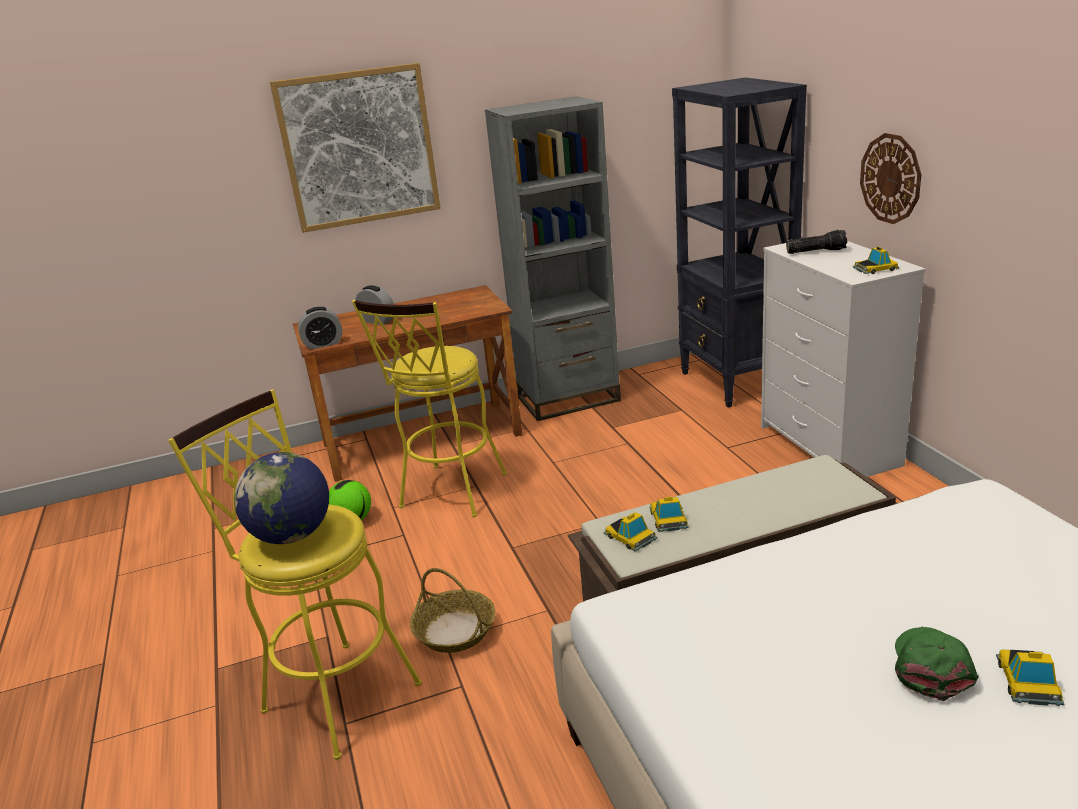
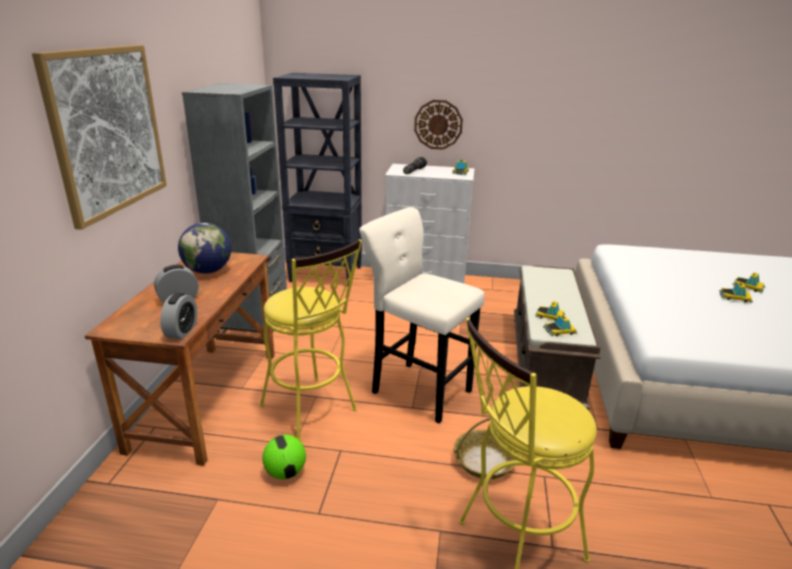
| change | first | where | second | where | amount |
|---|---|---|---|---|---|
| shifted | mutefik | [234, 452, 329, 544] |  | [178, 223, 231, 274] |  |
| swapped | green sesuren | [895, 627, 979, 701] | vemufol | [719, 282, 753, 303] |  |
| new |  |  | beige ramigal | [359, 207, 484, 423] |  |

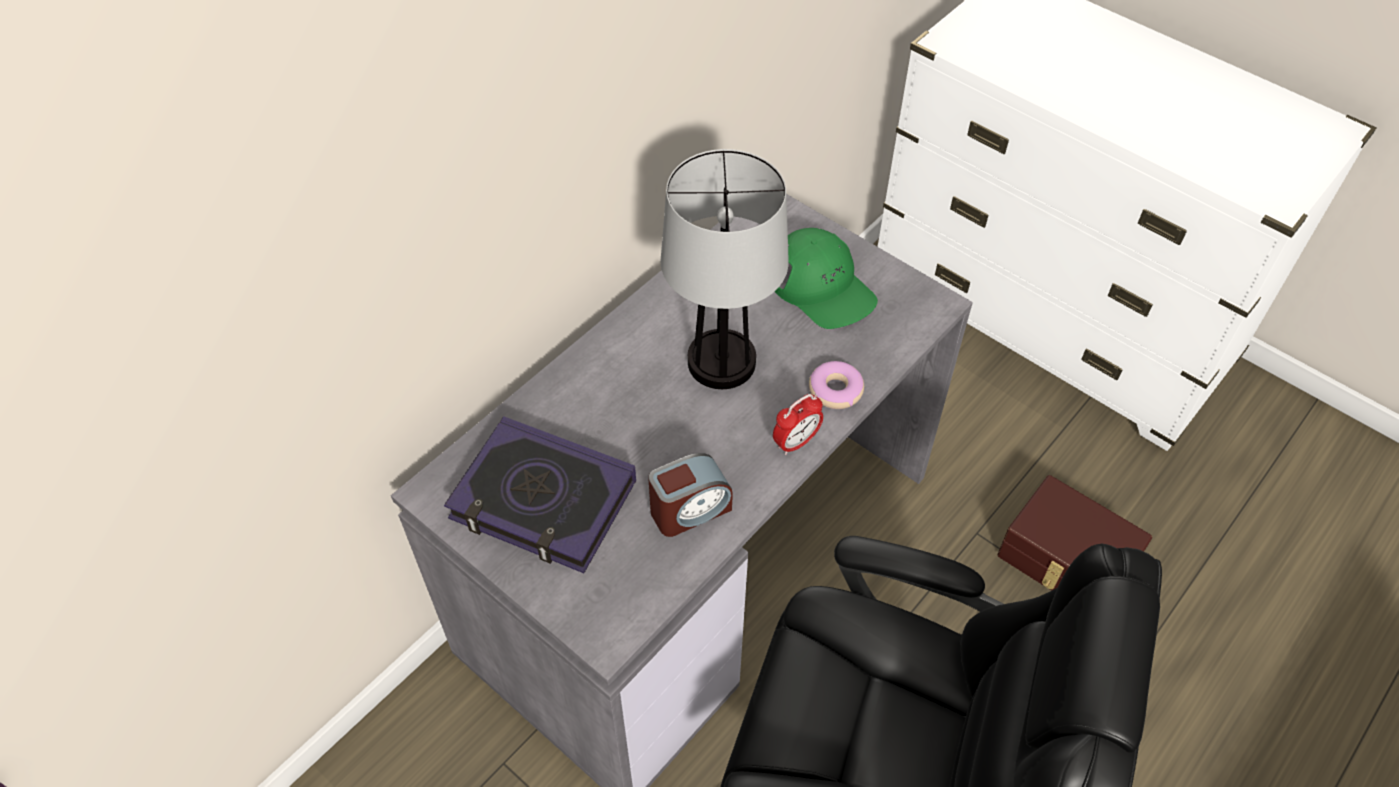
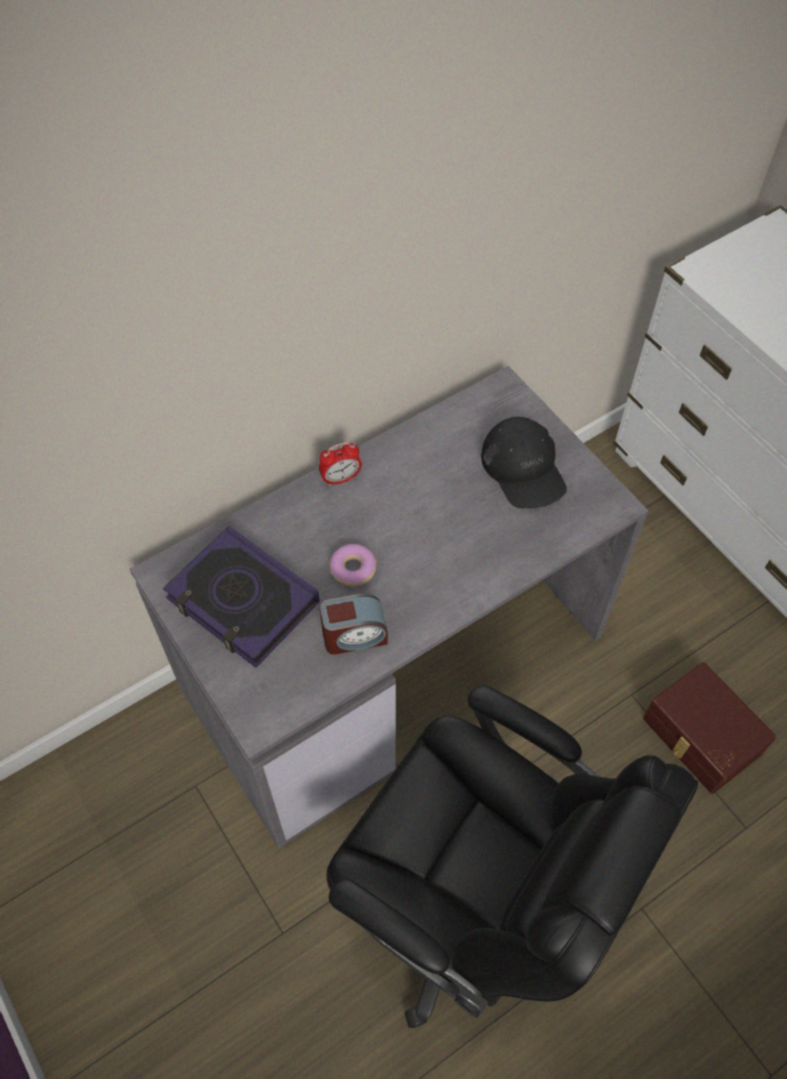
| change | first | where | second | where | amount |
|---|---|---|---|---|---|
| gone | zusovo | [660, 149, 789, 389] |  |  |  |
| repainted | green sesuren | [775, 228, 878, 329] | black sesuren | [481, 417, 567, 509] |  |
| shifted | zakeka | [809, 361, 864, 409] |  | [330, 544, 377, 587] |  |
| shifted | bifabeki | [773, 394, 823, 455] |  | [319, 442, 362, 486] |  |

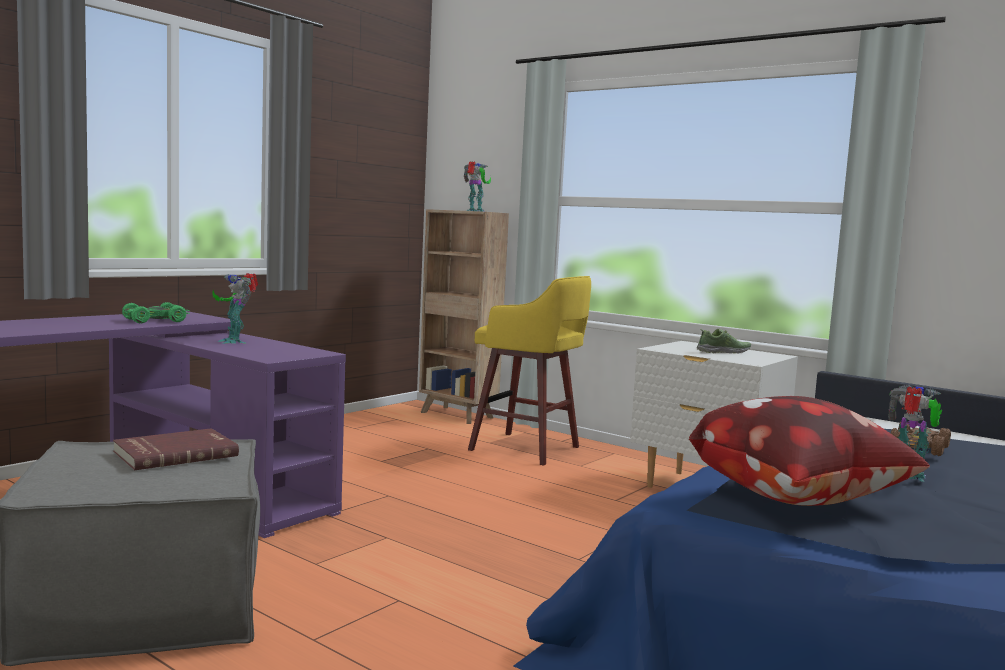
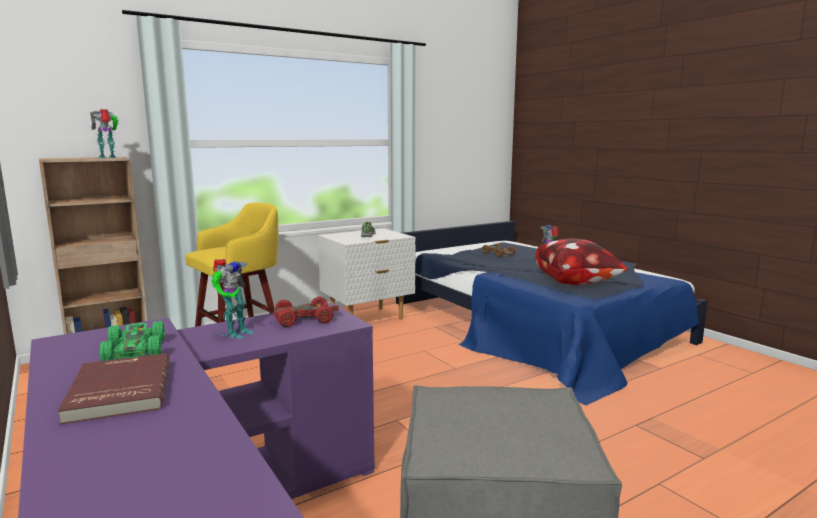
| change | first | where | second | where | amount |
|---|---|---|---|---|---|
| rotated | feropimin | [212, 273, 258, 344] |  | [211, 259, 255, 339] | 45 degrees counterclockwise |
| shifted | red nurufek | [113, 428, 239, 470] |  | [57, 353, 170, 425] |  |
| new |  |  | red vemufol | [274, 297, 339, 327] |  |

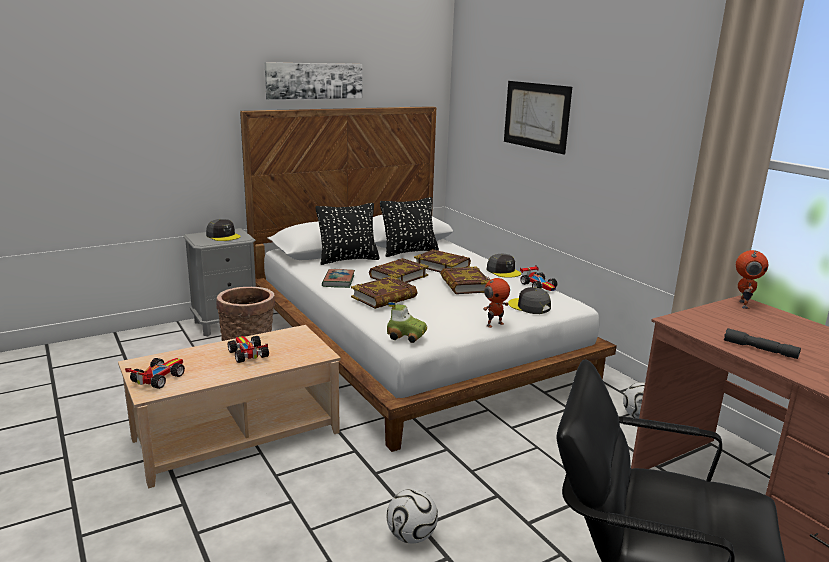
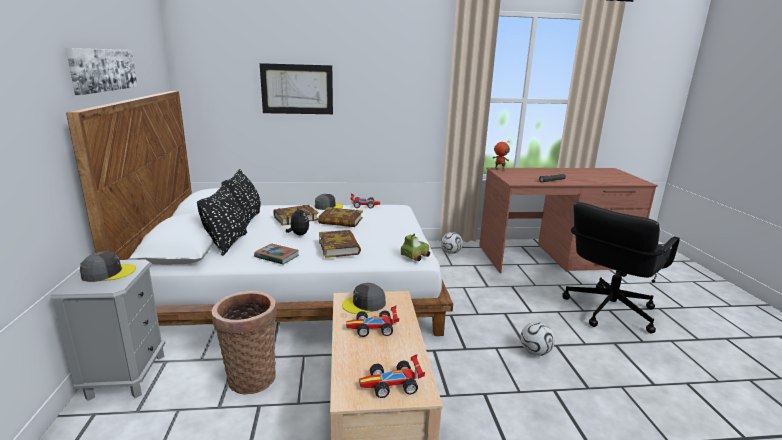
| change | first | where | second | where | amount |
|---|---|---|---|---|---|
| swapped | nurufek | [369, 258, 429, 283] | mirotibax | [286, 207, 309, 235] |  |
| gone | feropimin | [483, 276, 510, 328] |  |  |  |
| shifted | grey sesuren | [508, 287, 551, 314] |  | [342, 283, 386, 314] |  |
| rotated | vemufol | [125, 358, 185, 389] |  | [359, 354, 425, 398] | 60 degrees counterclockwise |

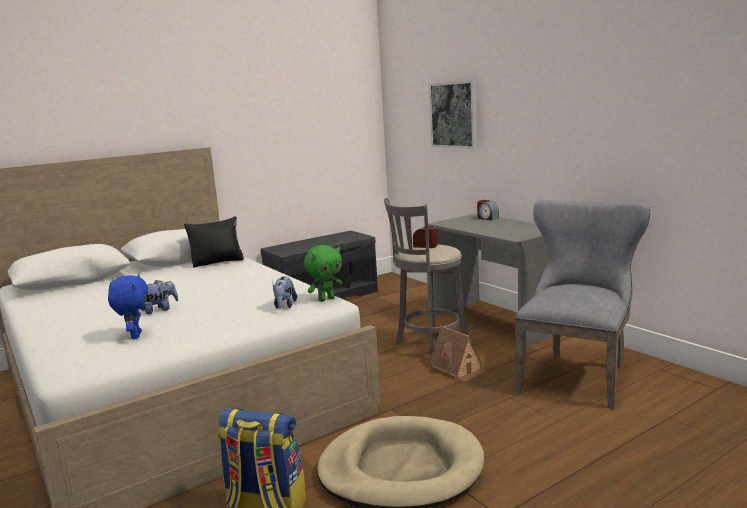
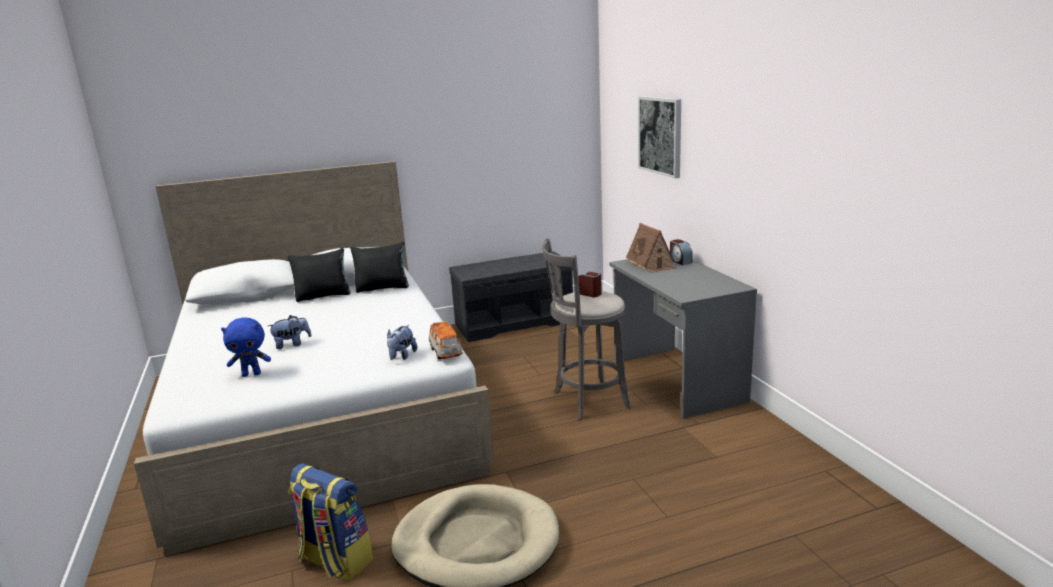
| change | first | where | second | where | amount |
|---|---|---|---|---|---|
| gone | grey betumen | [515, 200, 650, 409] |  |  |  |
| swapped | green mirotibax | [304, 245, 343, 302] | vemufol | [429, 321, 463, 359] |  |
| rotated | blue mirotibax | [108, 274, 148, 339] |  | [221, 318, 271, 377] | 75 degrees clockwise |
| shifted | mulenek | [430, 325, 486, 381] |  | [626, 223, 676, 273] |  |
| new |  |  | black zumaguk | [288, 248, 351, 302] |  |

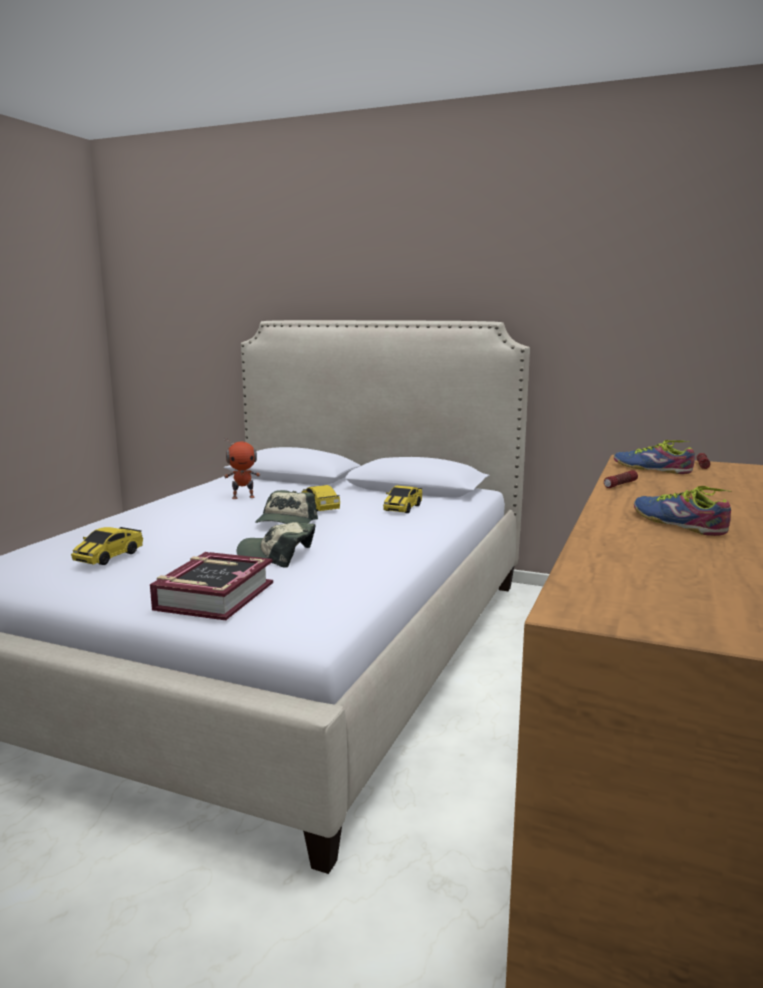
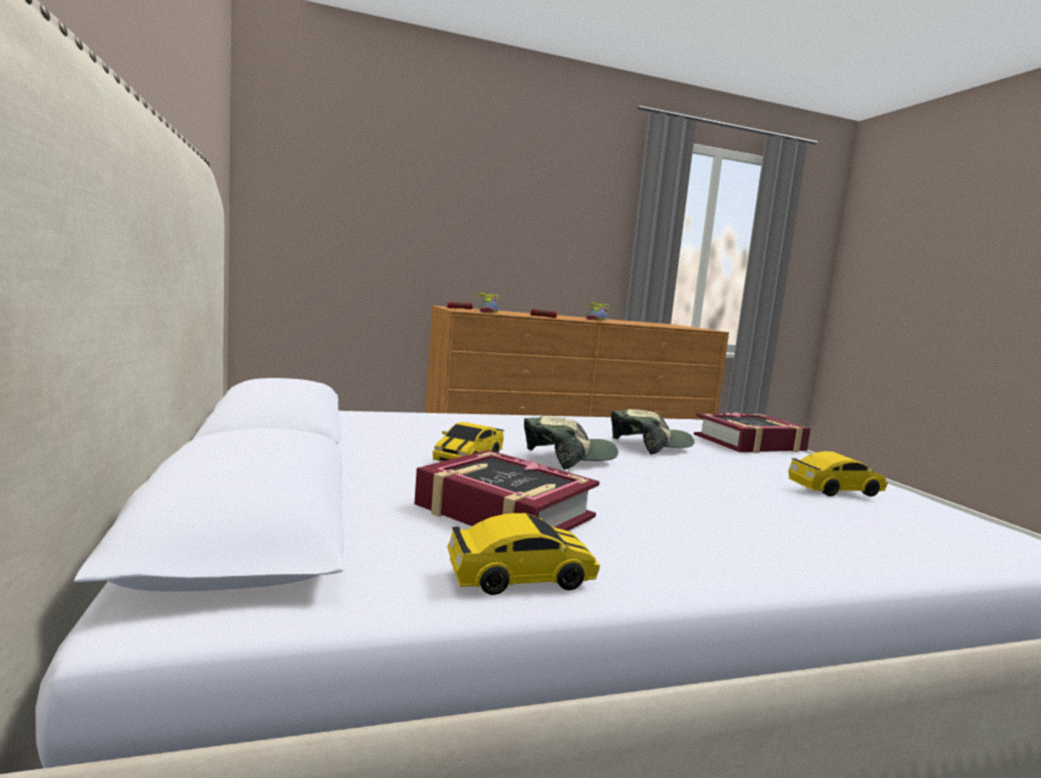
| change | first | where | second | where | amount |
|---|---|---|---|---|---|
| swapped | feropimin | [224, 437, 260, 499] | nurufek | [414, 450, 600, 531] |  |
| shifted | vemufol | [383, 486, 423, 513] |  | [447, 513, 600, 595] |  |
| rotated | sesuren | [237, 522, 315, 568] |  | [611, 409, 694, 455] | 90 degrees counterclockwise |

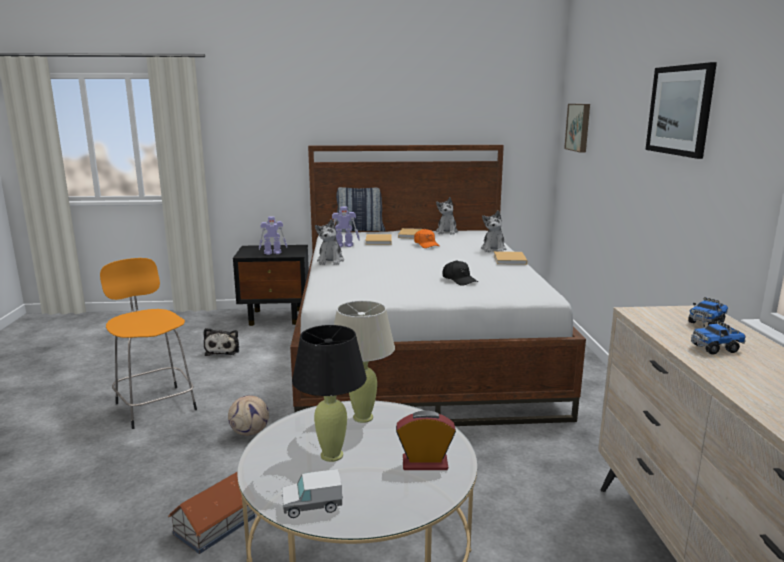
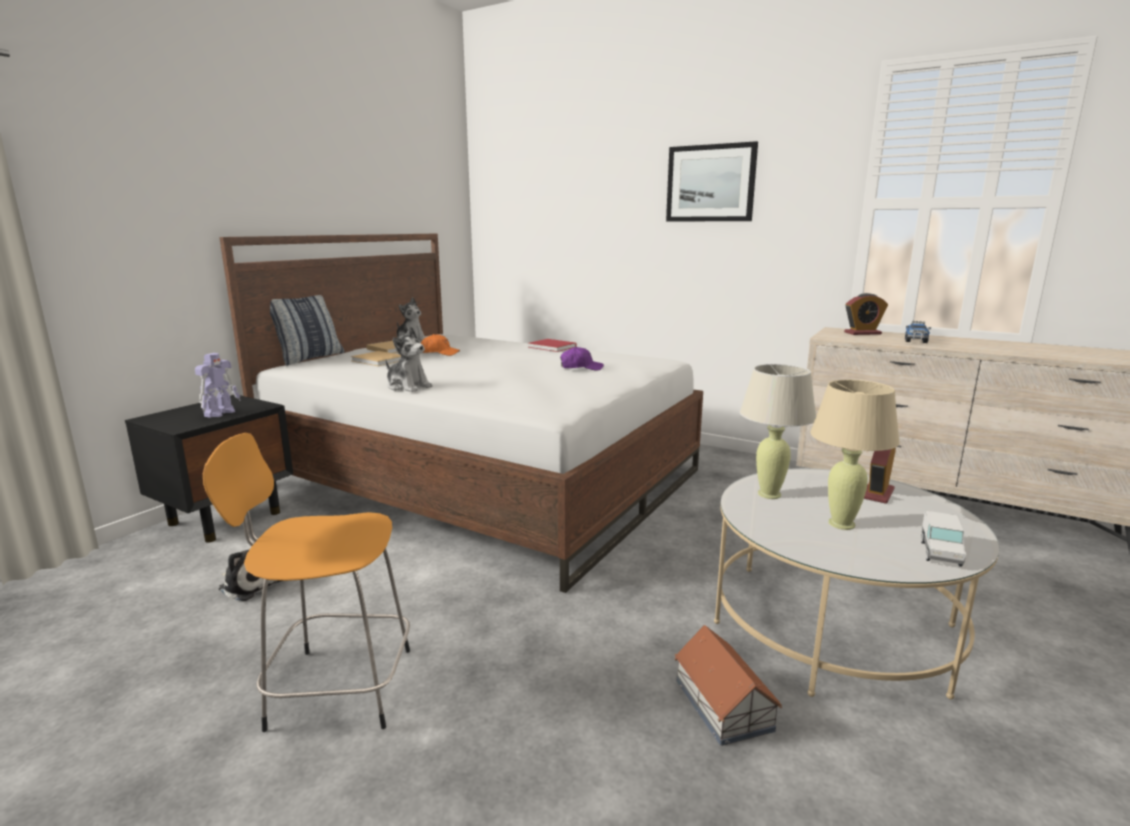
| change | first | where | second | where | amount |
|---|---|---|---|---|---|
| gone | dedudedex | [564, 104, 590, 153] |  |  |  |
| gone | feropimin | [332, 206, 360, 248] |  |  |  |
| gone | mirotibax | [481, 211, 506, 252] |  |  |  |
| repainted | beige nurufek | [494, 251, 527, 265] | red nurufek | [528, 339, 576, 352] |  |
| repainted | black sesuren | [442, 260, 478, 286] | purple sesuren | [560, 347, 604, 371] |  |
| swapped | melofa | [688, 297, 728, 325] | bifabeki | [844, 293, 888, 335] |  |
| repainted | black zusovo | [292, 325, 367, 462] | beige zusovo | [810, 380, 900, 530] |  |
| gone | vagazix | [228, 395, 269, 436] |  |  |  |

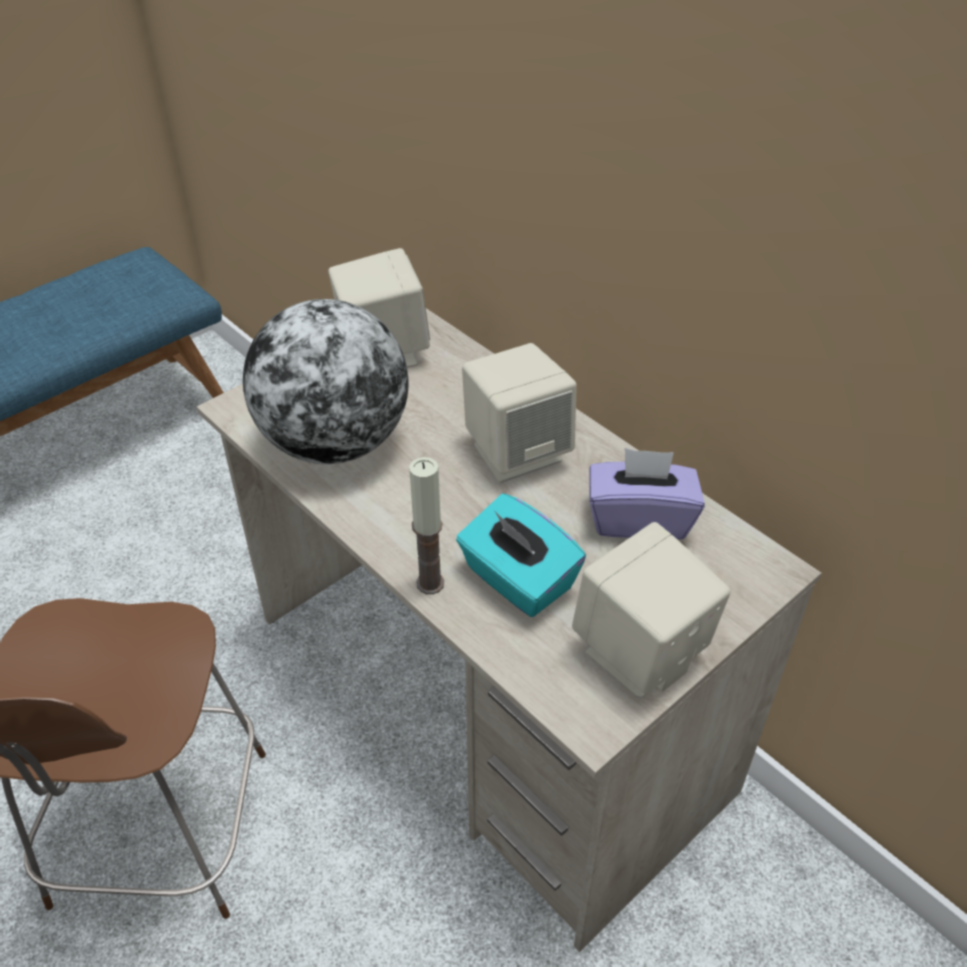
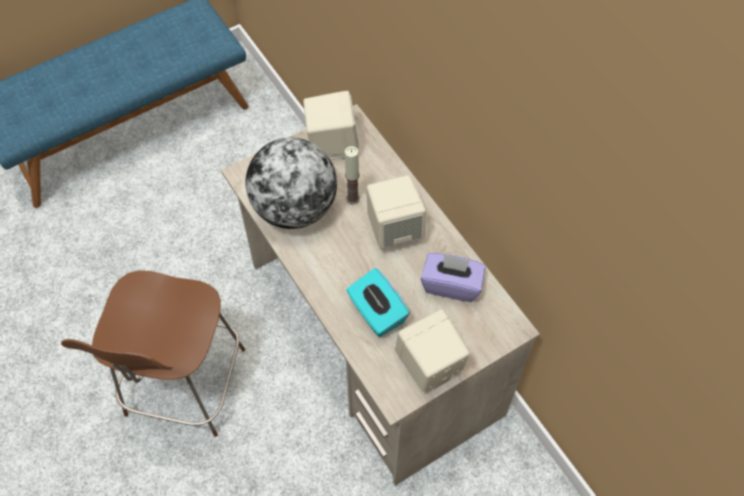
| change | first | where | second | where | amount |
|---|---|---|---|---|---|
| shifted | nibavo | [409, 457, 444, 594] |  | [345, 146, 360, 205] |  |

